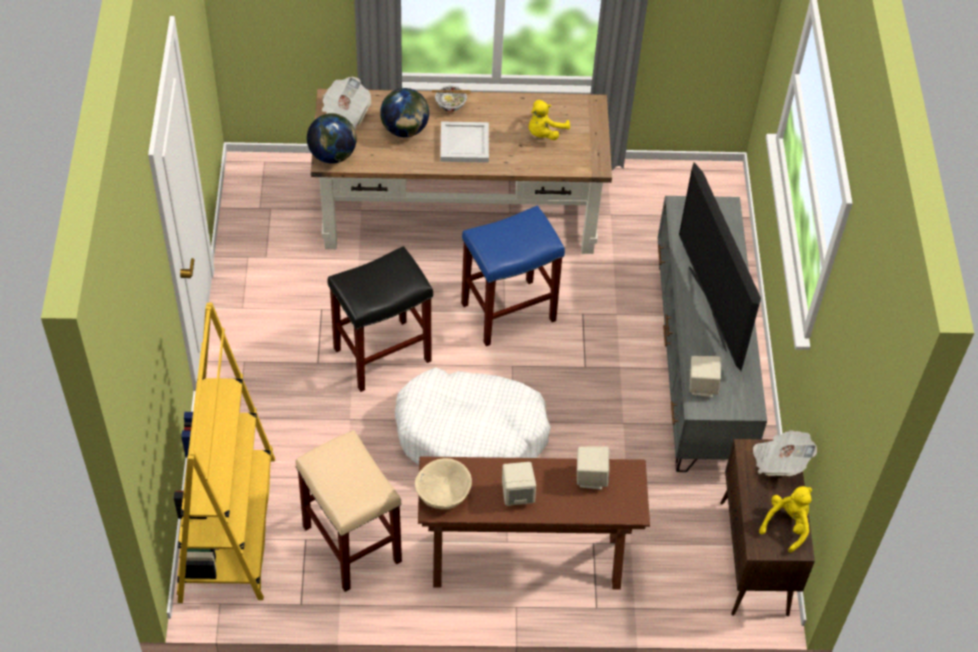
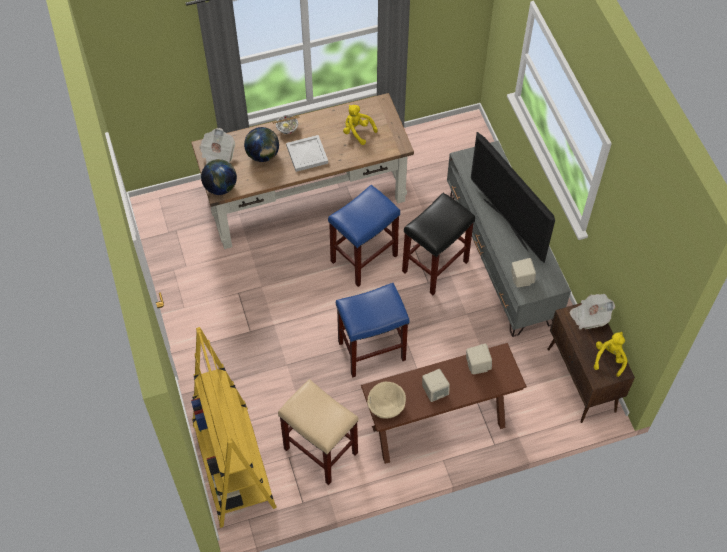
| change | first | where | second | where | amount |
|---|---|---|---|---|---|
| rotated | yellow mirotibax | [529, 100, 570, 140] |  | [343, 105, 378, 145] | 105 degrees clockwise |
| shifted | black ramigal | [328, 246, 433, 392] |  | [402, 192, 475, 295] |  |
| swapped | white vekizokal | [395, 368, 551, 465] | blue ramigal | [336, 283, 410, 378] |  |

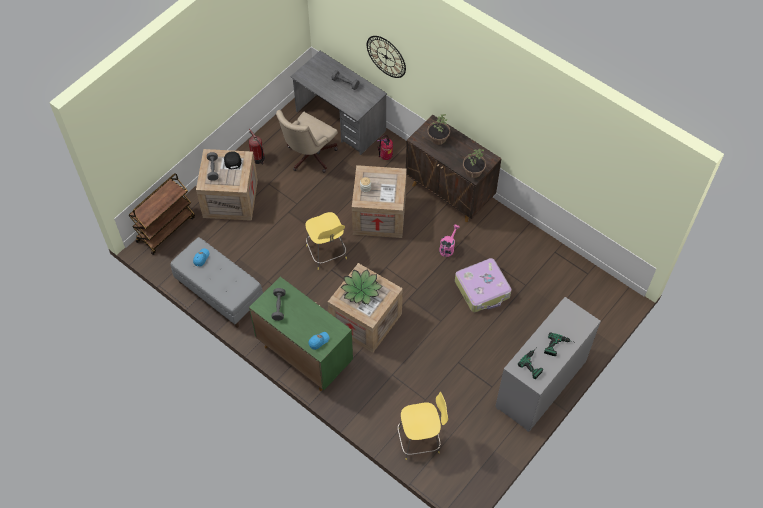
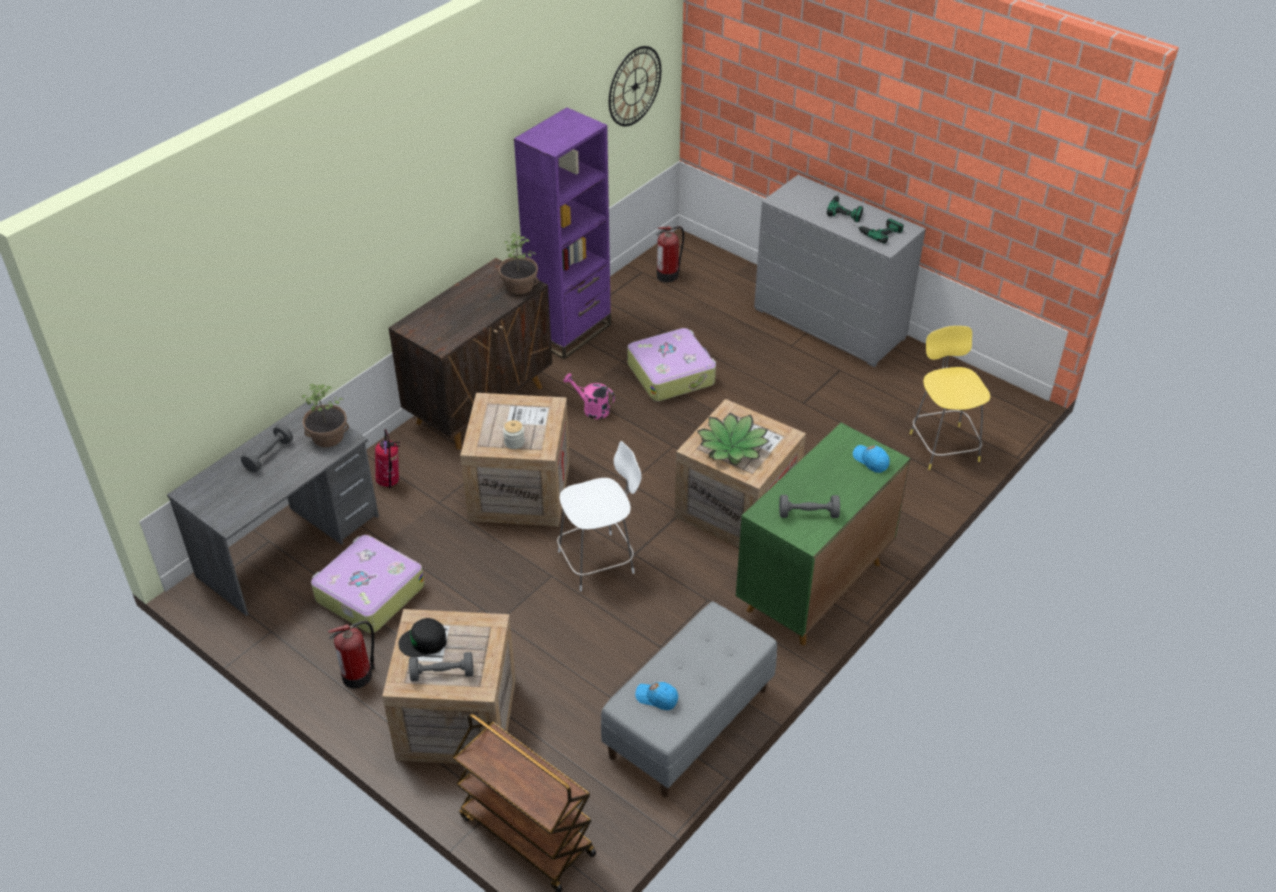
| change | first | where | second | where | amount |
|---|---|---|---|---|---|
| shifted | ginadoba | [367, 36, 406, 78] |  | [609, 46, 661, 126] |  |
| swapped | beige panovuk | [276, 110, 338, 173] | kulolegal | [311, 535, 425, 633] |  |
| shifted | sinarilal | [427, 114, 450, 145] |  | [302, 384, 349, 447] |  |
| repainted | yellow ramigal | [305, 212, 347, 270] | white ramigal | [557, 441, 642, 592] |  |
| new |  |  | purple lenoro | [514, 107, 611, 359] |  |
| new |  |  | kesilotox | [656, 226, 684, 282] |  |

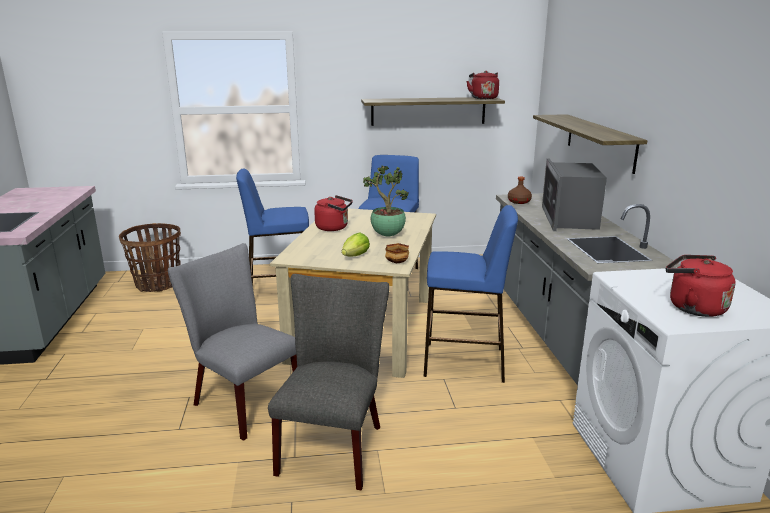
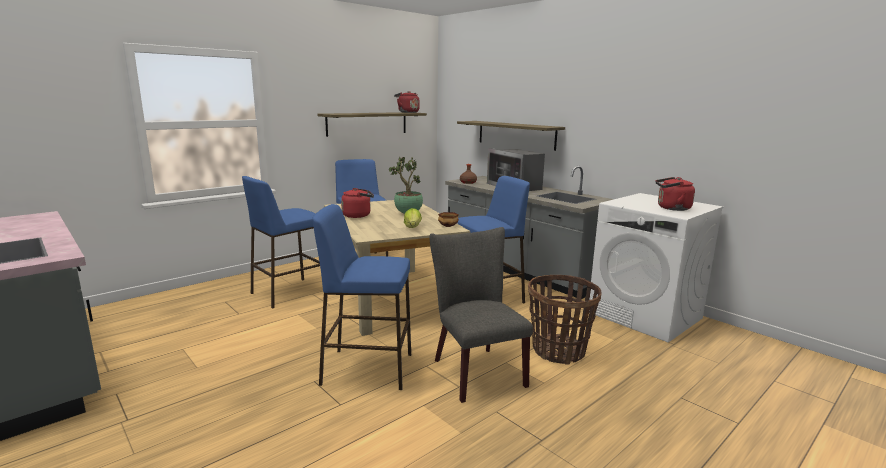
| change | first | where | second | where | amount |
|---|---|---|---|---|---|
| shifted | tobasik | [119, 223, 181, 292] |  | [528, 275, 602, 365] |  |
| swapped | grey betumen | [168, 243, 297, 441] | blue ramigal | [312, 204, 411, 390] |  |

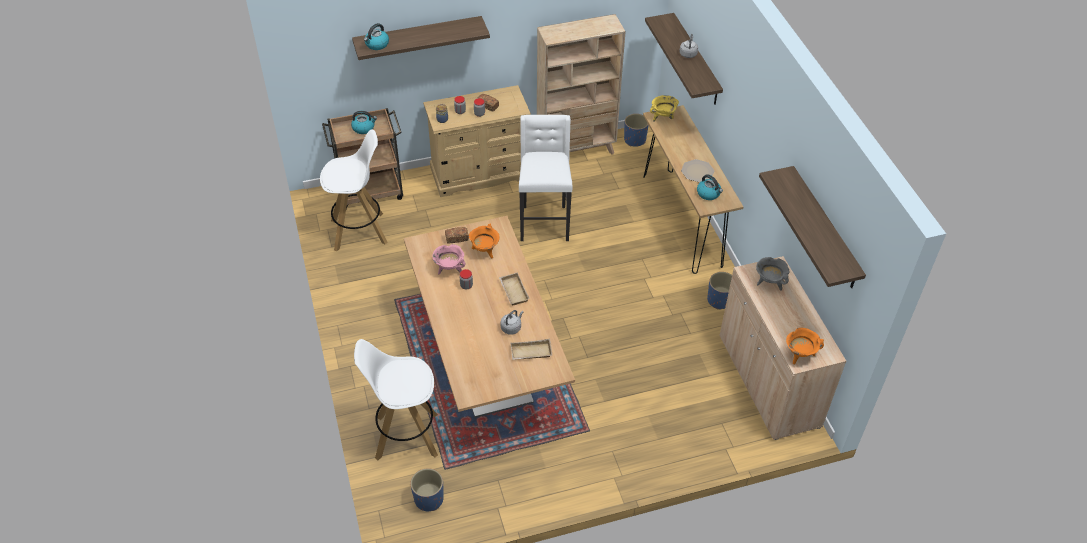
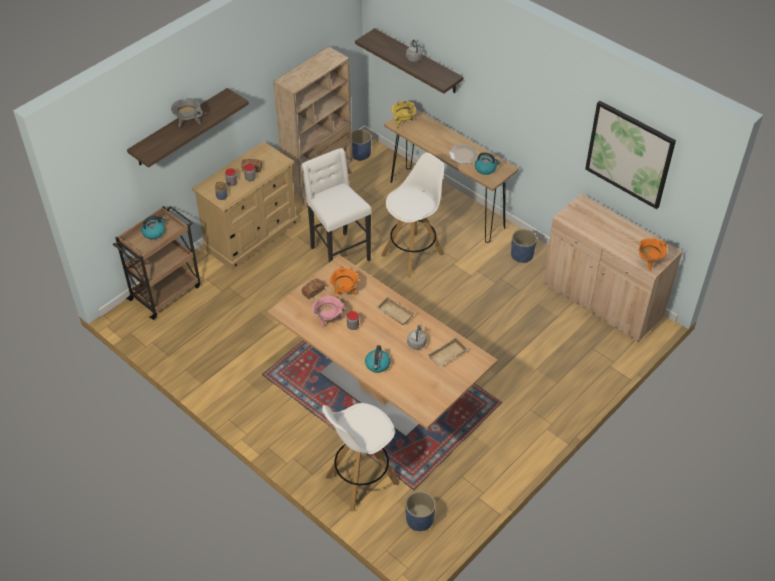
| change | first | where | second | where | amount |
|---|---|---|---|---|---|
| shifted | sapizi | [364, 23, 389, 50] |  | [365, 345, 391, 373] |  |
| shifted | white ramigal | [320, 129, 388, 251] |  | [381, 153, 444, 278] |  |
| swapped | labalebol | [759, 166, 866, 288] | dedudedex | [585, 101, 676, 209] |  |
| shifted | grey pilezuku | [756, 257, 789, 291] |  | [171, 98, 203, 128] |  |

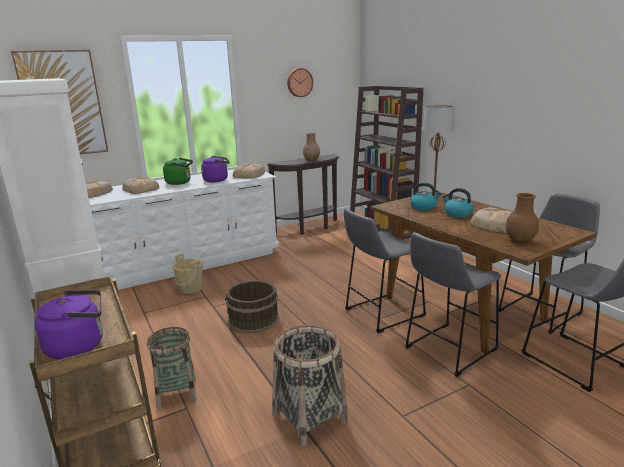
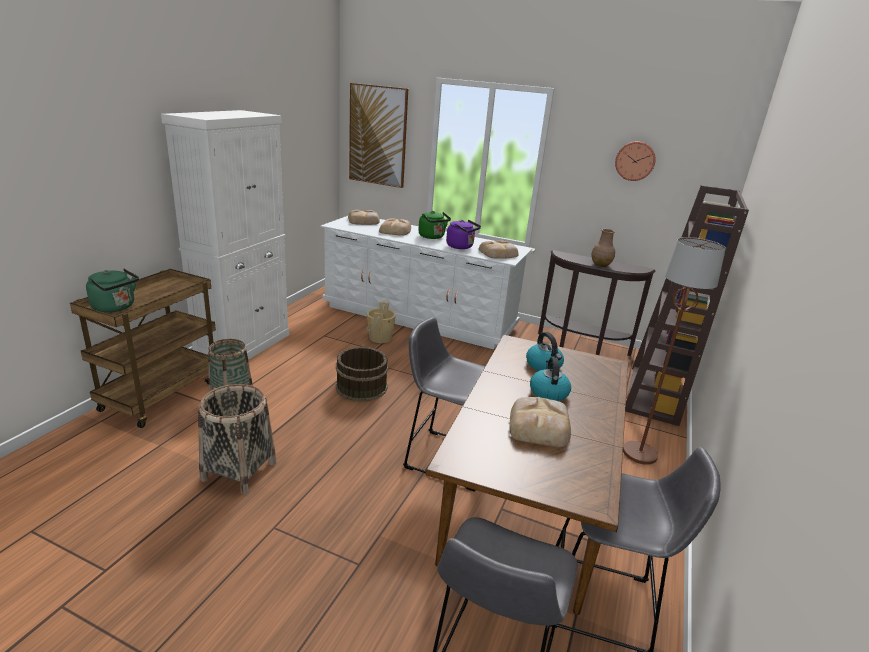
| change | first | where | second | where | amount |
|---|---|---|---|---|---|
| gone | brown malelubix | [506, 193, 539, 243] |  |  |  |
| gone | grey ramigal | [405, 232, 501, 377] |  |  |  |
| repainted | purple sapizi | [34, 290, 103, 359] | green sapizi | [86, 268, 139, 312] |  |

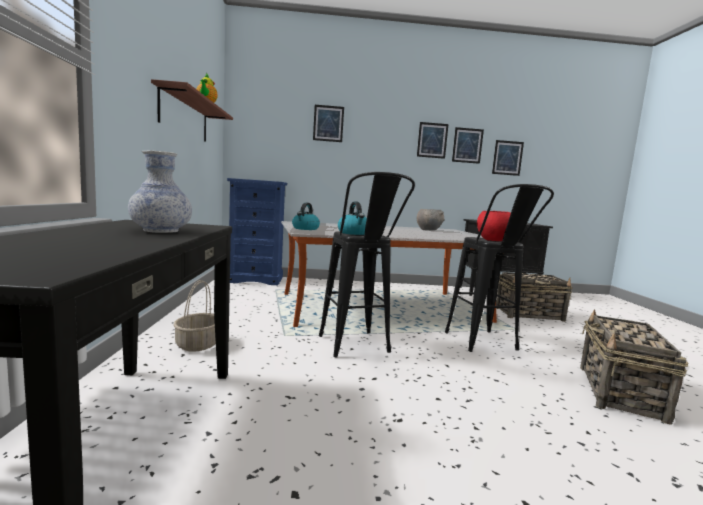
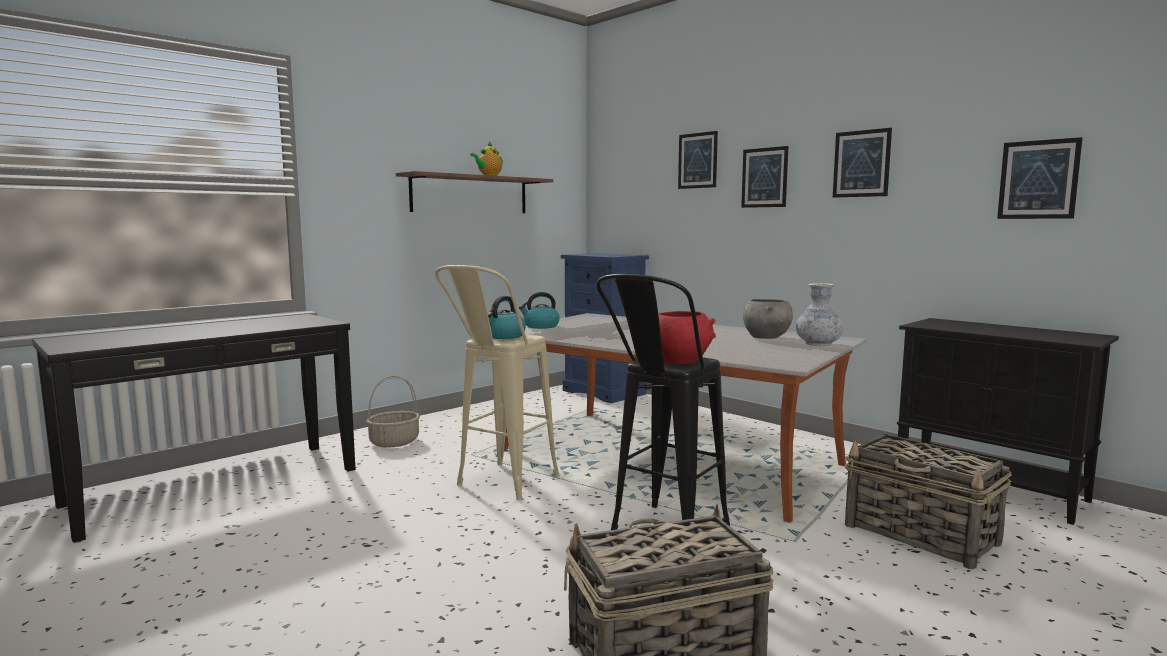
| change | first | where | second | where | amount |
|---|---|---|---|---|---|
| shifted | dedudedex | [452, 127, 484, 164] |  | [741, 146, 788, 208] |  |
| shifted | malelubix | [128, 150, 192, 233] |  | [796, 283, 843, 346] |  |
| repainted | black ramigal | [319, 172, 415, 358] | beige ramigal | [435, 265, 559, 500] |  |

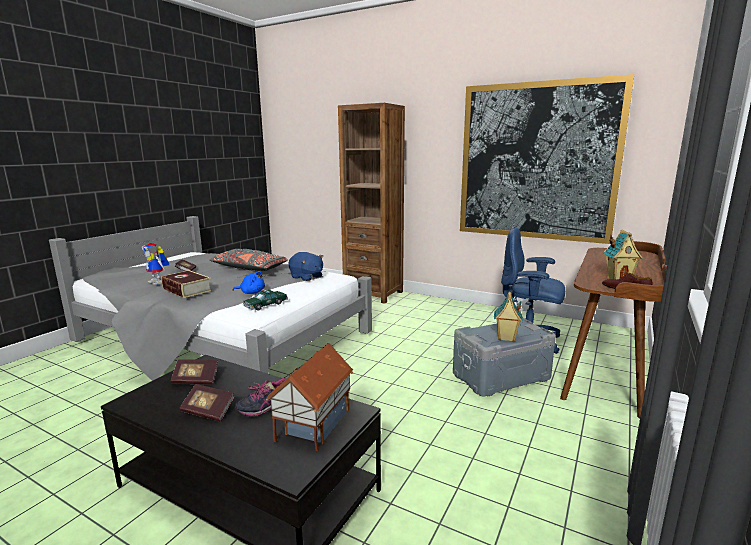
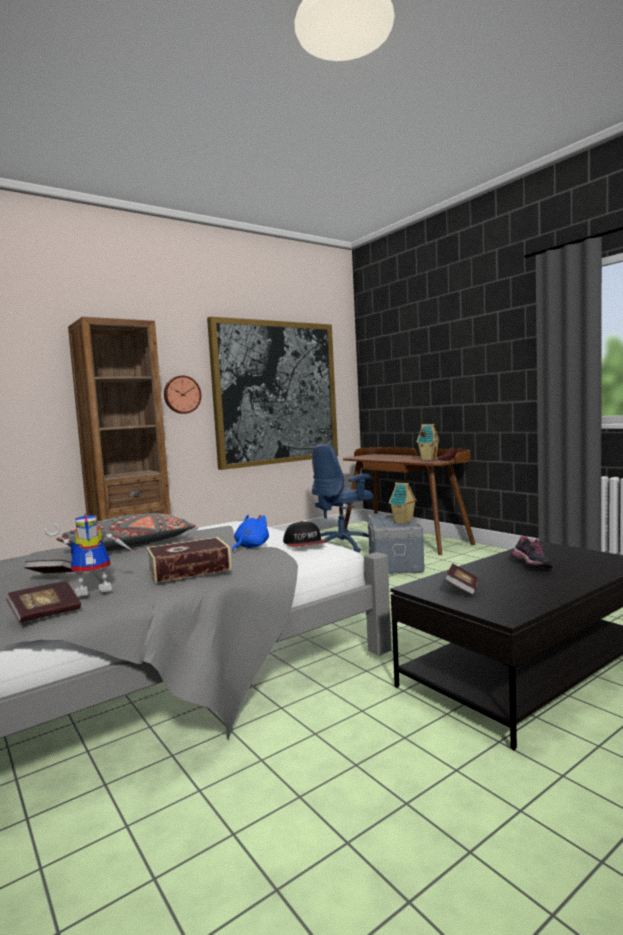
| change | first | where | second | where | amount |
|---|---|---|---|---|---|
| gone | blue mirotibax | [288, 252, 323, 281] |  |  |  |
| swapped | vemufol | [243, 289, 288, 311] | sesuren | [283, 521, 327, 547] |  |
| gone | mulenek | [265, 343, 353, 451] |  |  |  |
| shifted | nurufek | [179, 384, 234, 421] |  | [6, 581, 81, 623] |  |
| new |  |  | ginadoba | [164, 375, 201, 414] |  |

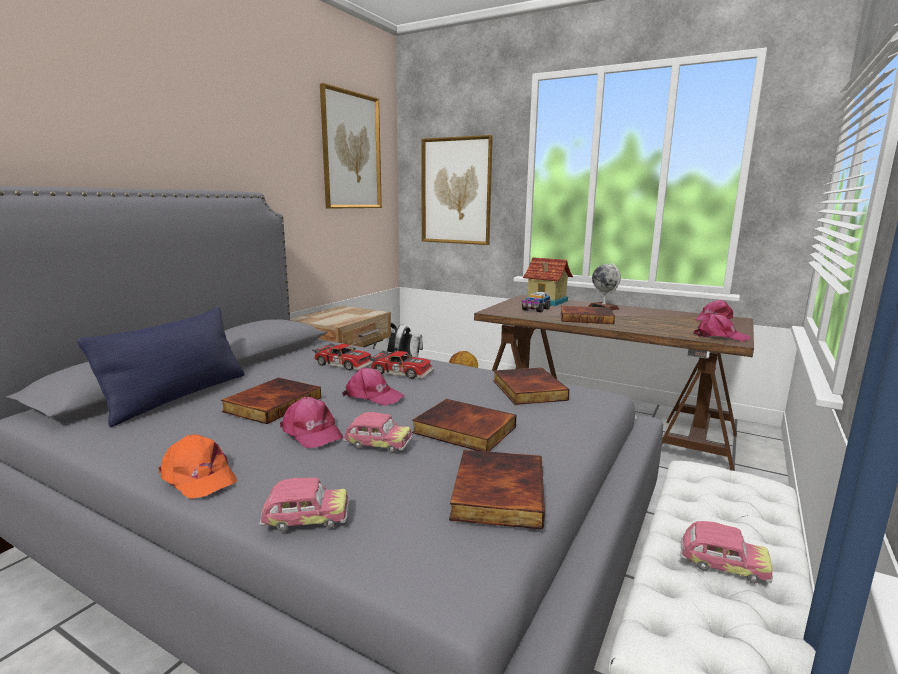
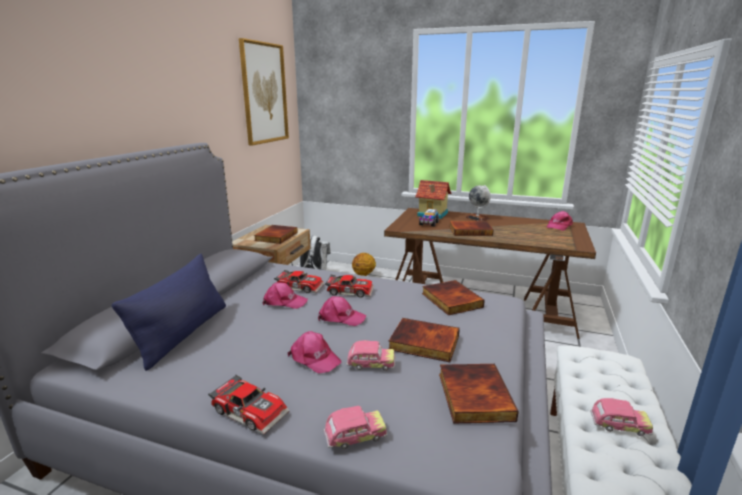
| change | first | where | second | where | amount |
|---|---|---|---|---|---|
| gone | dedudedex | [421, 135, 493, 245] |  |  |  |
| shifted | pink sesuren | [694, 314, 750, 342] |  | [263, 282, 308, 309] |  |
| shifted | nurufek | [221, 378, 321, 424] |  | [254, 225, 298, 244] |  |
| swapped | orange sesuren | [158, 434, 237, 499] | vemufol | [208, 375, 290, 435] |  |

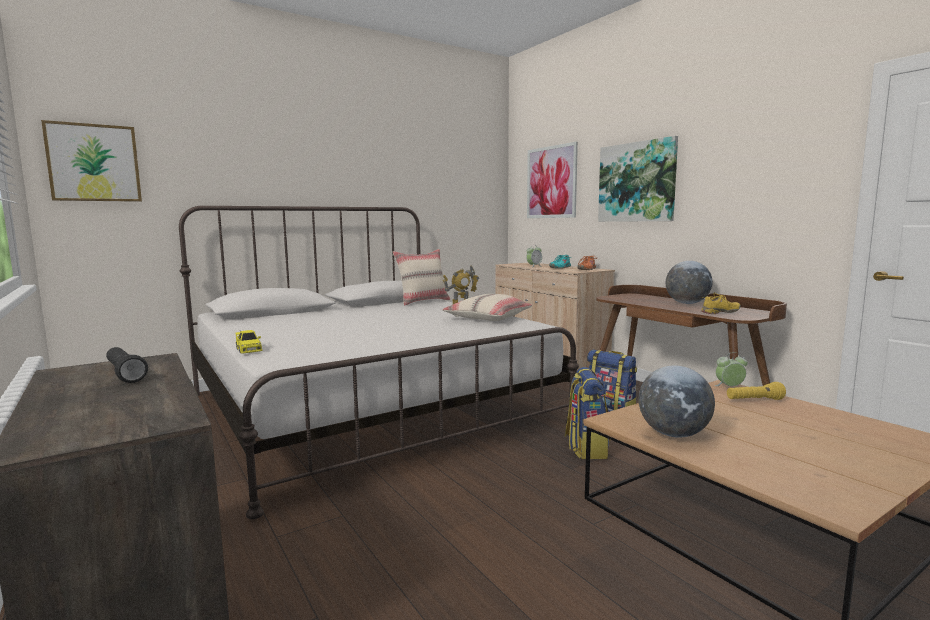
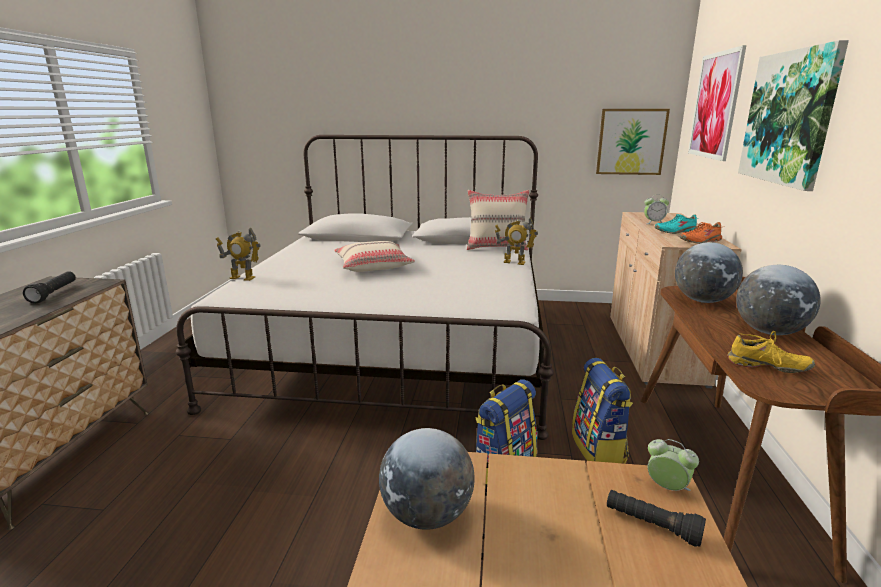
| change | first | where | second | where | amount |
|---|---|---|---|---|---|
| shifted | dedudedex | [41, 120, 142, 202] |  | [596, 109, 670, 175] |  |
| shifted | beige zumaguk | [442, 294, 532, 321] |  | [334, 241, 415, 272] |  |
| swapped | yellow vemufol | [235, 330, 263, 353] | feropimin | [216, 228, 261, 281] |  |
| repainted | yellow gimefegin | [727, 382, 786, 400] | black gimefegin | [607, 490, 706, 547] |  |
| new |  |  | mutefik | [675, 242, 743, 303] |  |

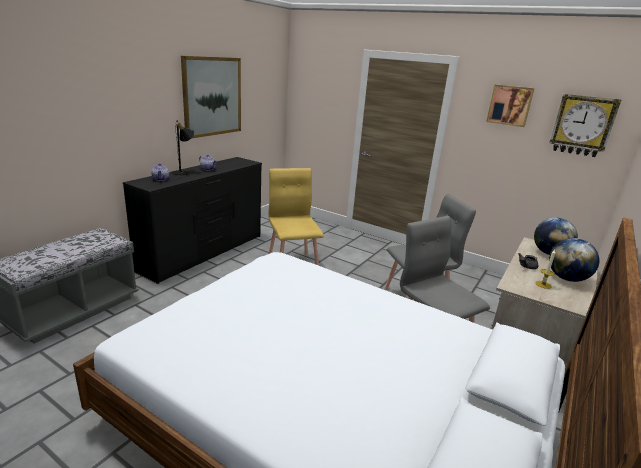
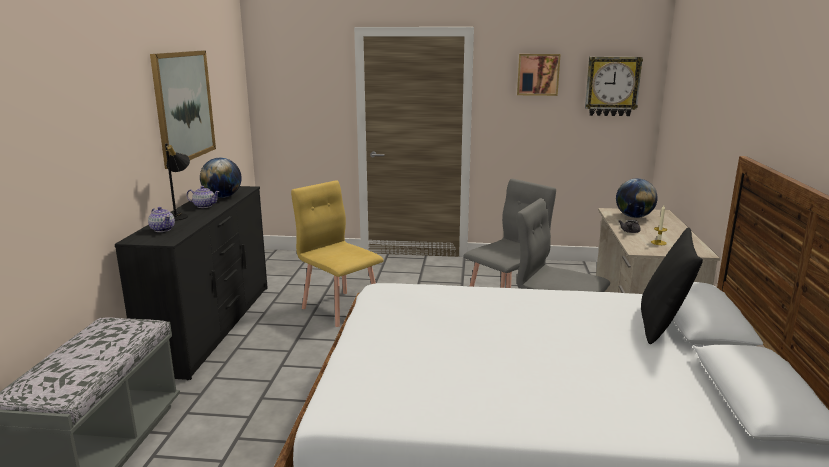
| change | first | where | second | where | amount |
|---|---|---|---|---|---|
| shifted | mutefik | [549, 238, 599, 282] |  | [200, 158, 242, 198] |  |
| new |  |  | black zumaguk | [641, 227, 703, 344] |  |

